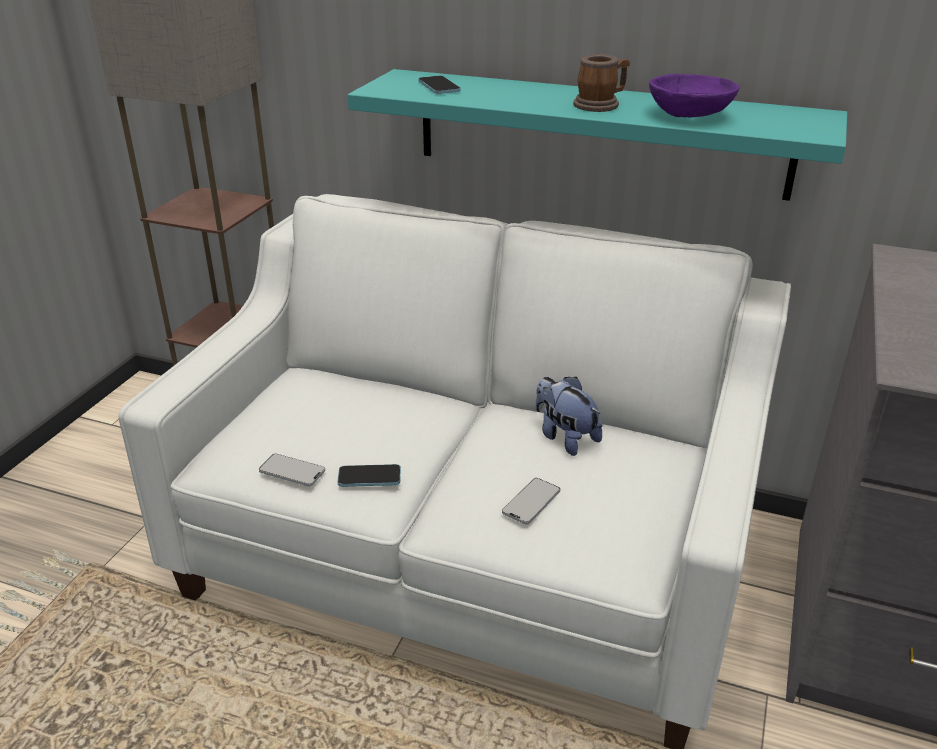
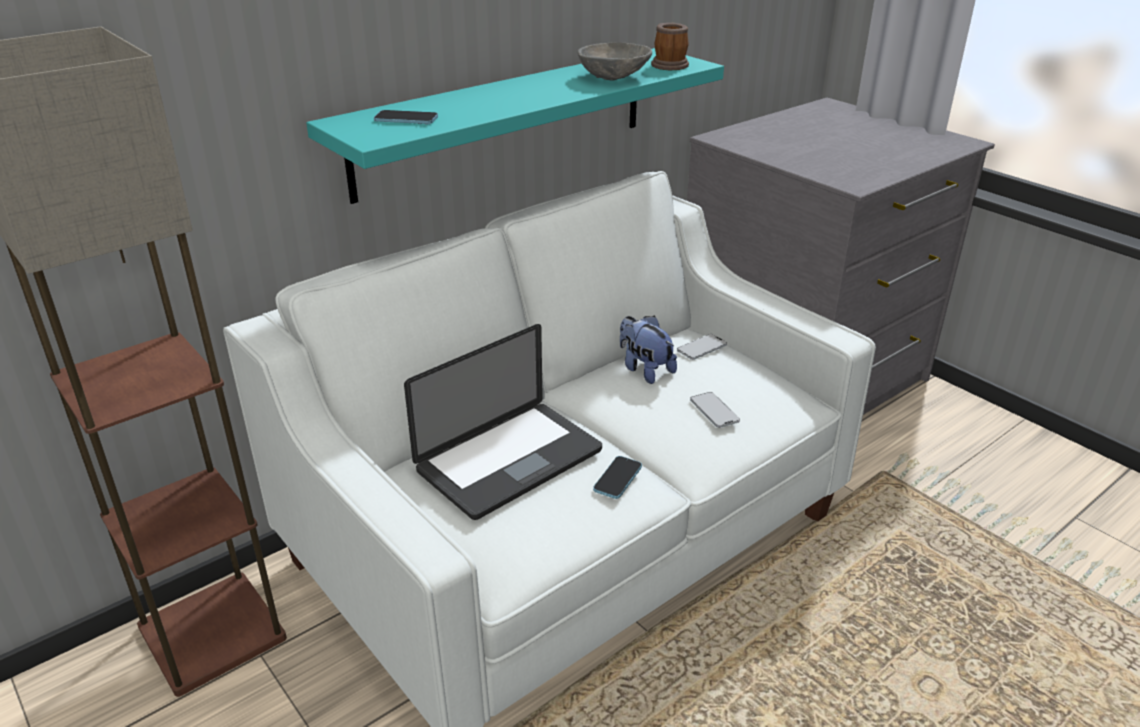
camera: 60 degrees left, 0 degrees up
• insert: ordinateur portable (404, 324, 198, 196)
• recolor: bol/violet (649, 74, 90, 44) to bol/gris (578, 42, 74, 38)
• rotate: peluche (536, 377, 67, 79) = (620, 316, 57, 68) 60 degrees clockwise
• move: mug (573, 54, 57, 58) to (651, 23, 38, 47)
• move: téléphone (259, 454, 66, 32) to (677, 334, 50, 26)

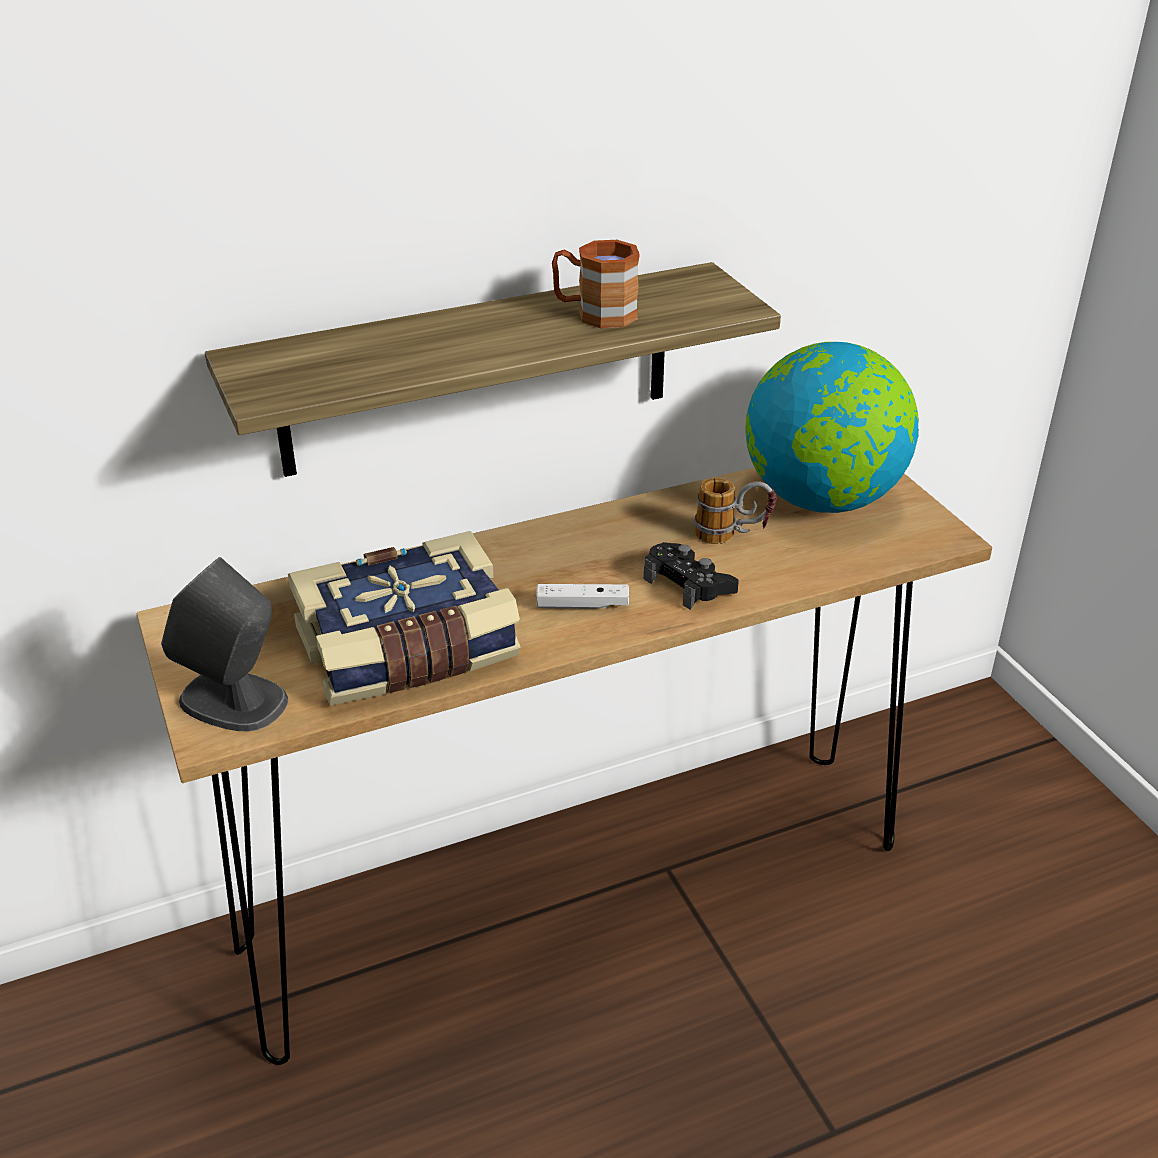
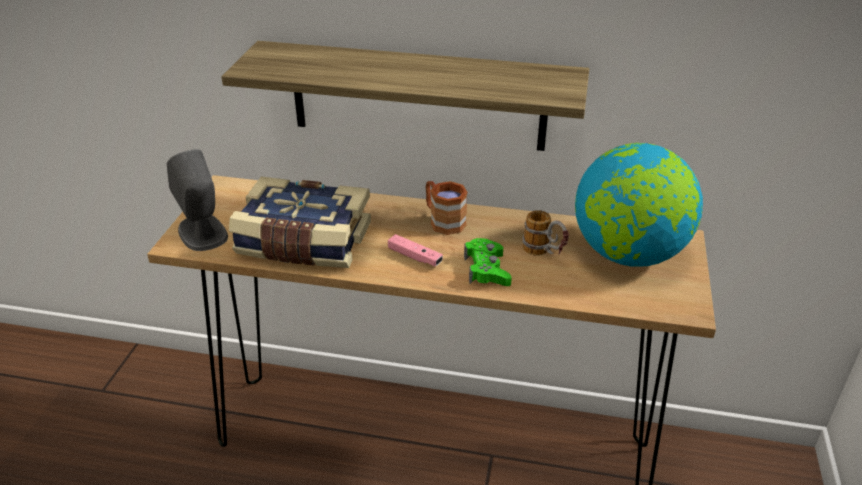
camera: 35 degrees right, 0 degrees up
• recolor: manette/blanc (536, 584, 93, 25) to manette/rose (388, 234, 55, 32)
• move: mug/marron (552, 240, 88, 88) to (426, 181, 41, 54)
• recolor: manette/noir (644, 542, 95, 68) to manette/vert (464, 238, 48, 48)

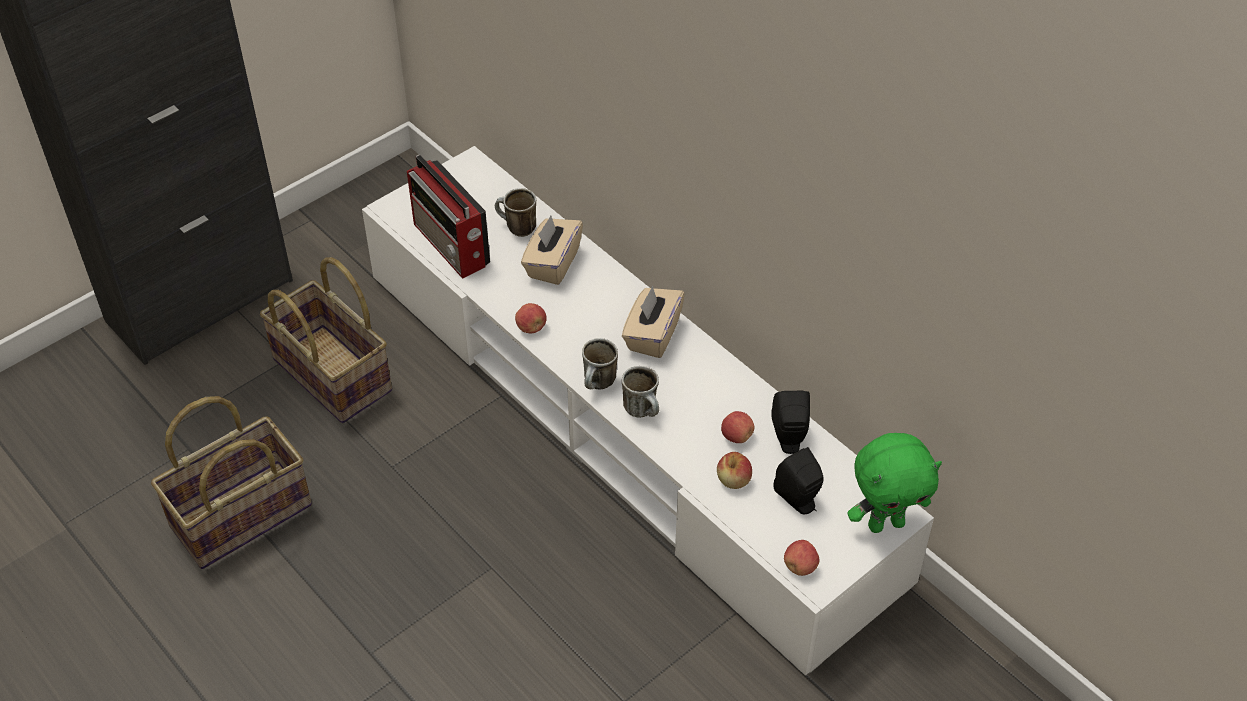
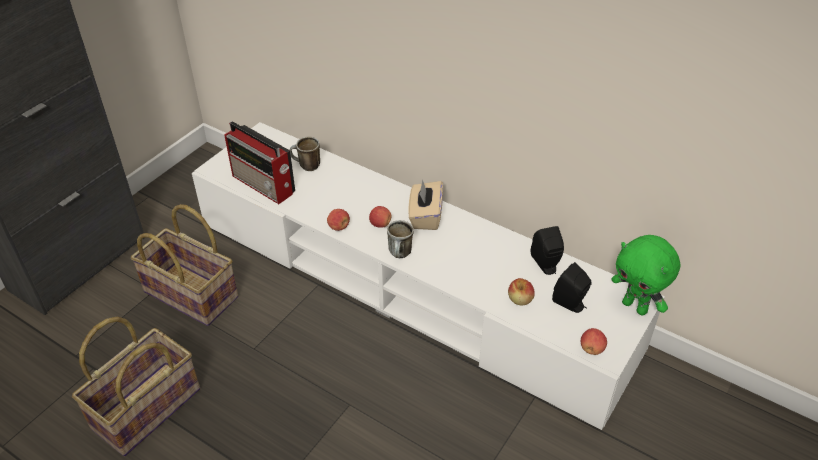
camera: 15 degrees left, 5 degrees down
• move: pomme (721, 411, 33, 32) to (369, 206, 22, 22)
• rotate: peluche/vert (847, 433, 95, 100) = (611, 235, 69, 81) 75 degrees clockwise
• delete: boîte à mouchoirs/beige (521, 215, 62, 70)
• delete: mug (622, 366, 37, 52)

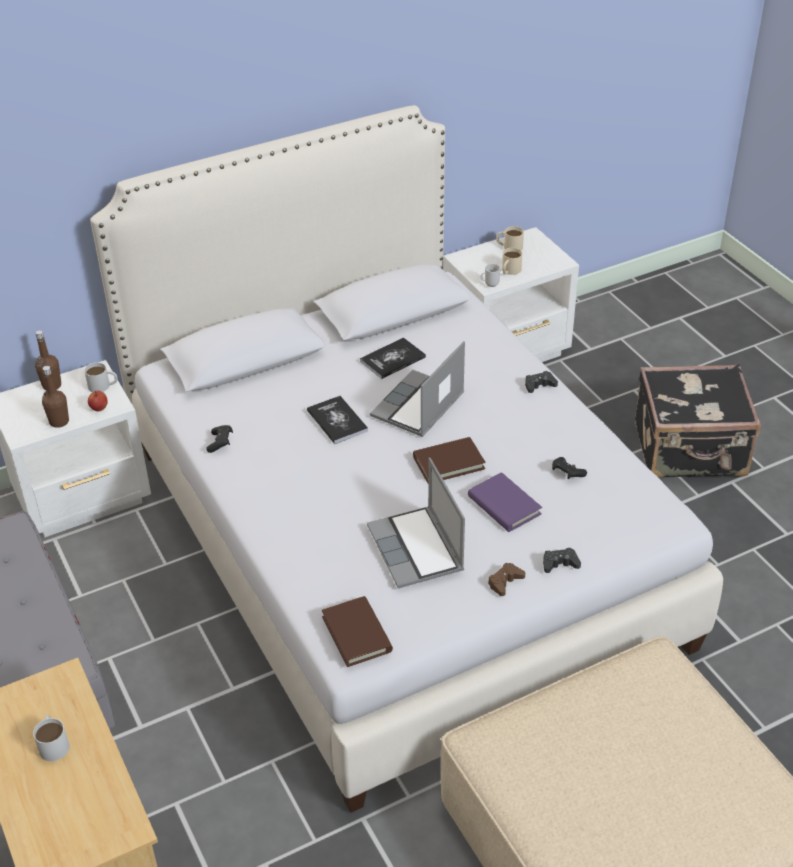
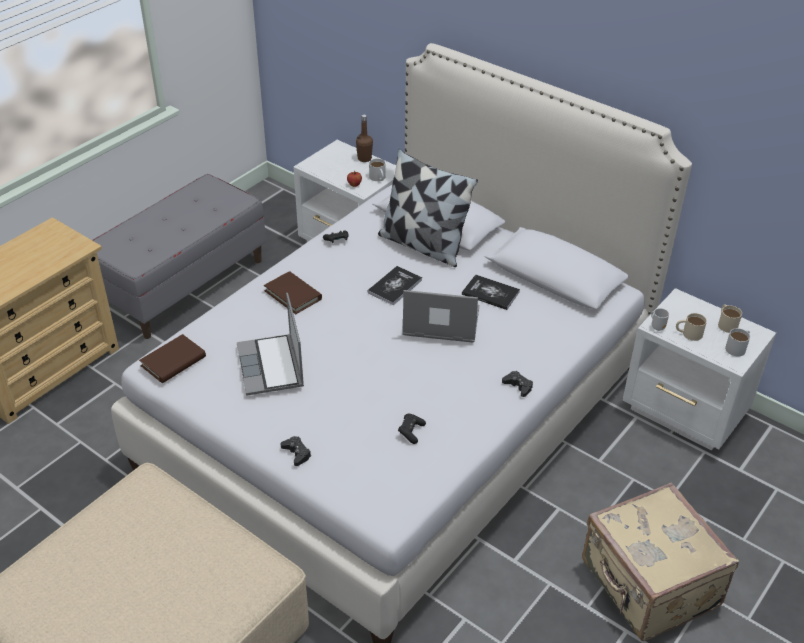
camera: 65 degrees right, 0 degrees up
• rotate: ordinateur portable (367, 457, 98, 131) = (237, 293, 67, 103) 60 degrees counterclockwise
• move: livre/marron (413, 437, 73, 46) to (264, 271, 58, 43)
• insert: coussin (378, 149, 100, 118)
• recolor: valise/noir (635, 364, 126, 114) to valise/beige (582, 482, 157, 159)
• move: mug/blanc (33, 714, 36, 47) to (725, 328, 25, 28)
• delete: bouteille/marron (42, 366, 27, 62)
• delete: livre/violet (468, 472, 74, 60)
• delete: manette/marron (488, 563, 37, 33)

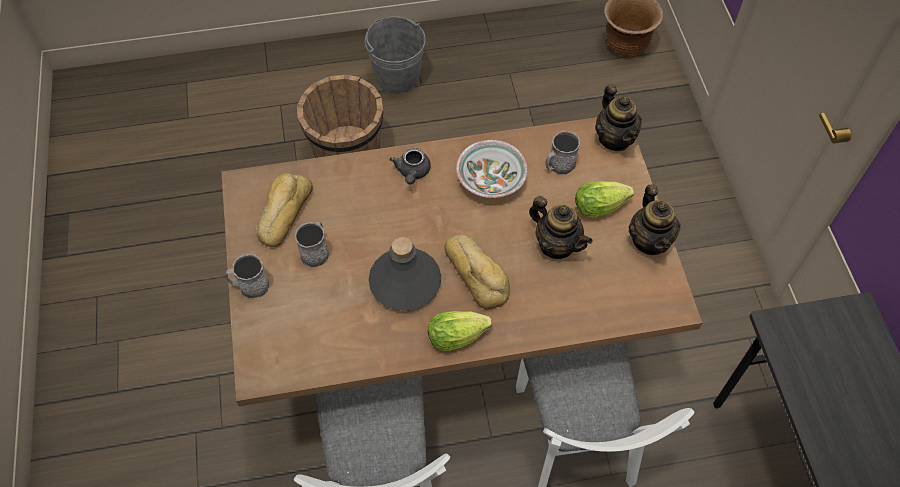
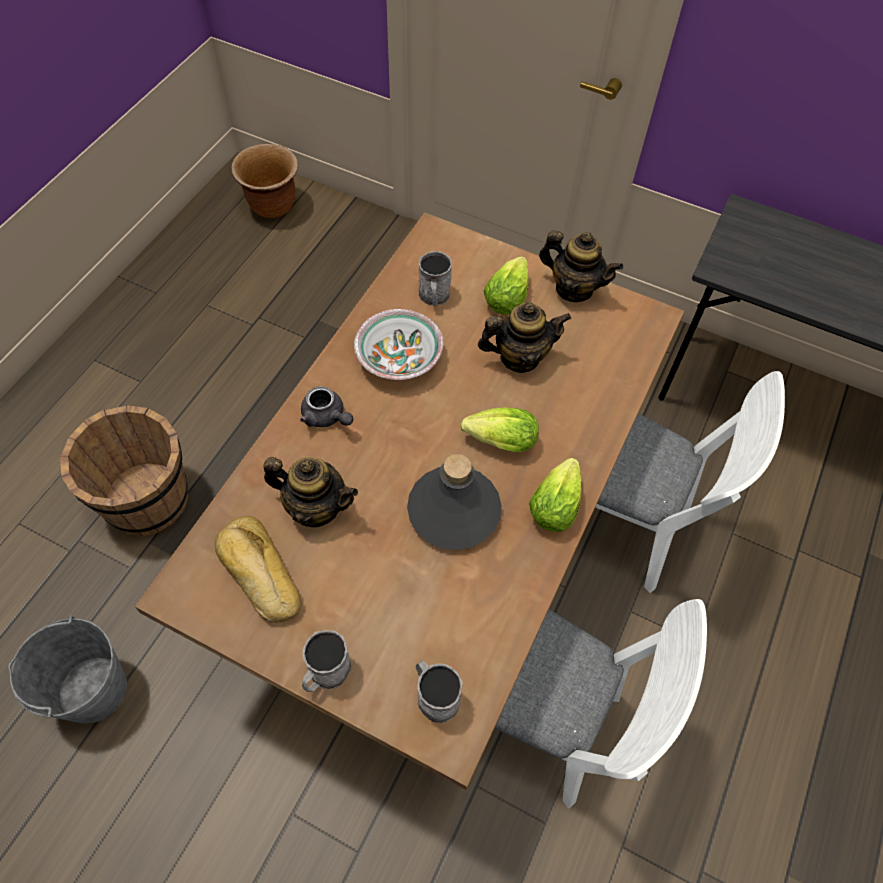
camera: 55 degrees left, 0 degrees up
• move: seau/gris (365, 16, 61, 78) to (8, 616, 119, 108)
• move: théière (595, 84, 47, 67) to (264, 457, 94, 70)
• move: mug/gris (295, 221, 34, 46) to (416, 661, 47, 62)
• replace: pain (444, 234, 66, 75) to laitue (461, 407, 78, 45)

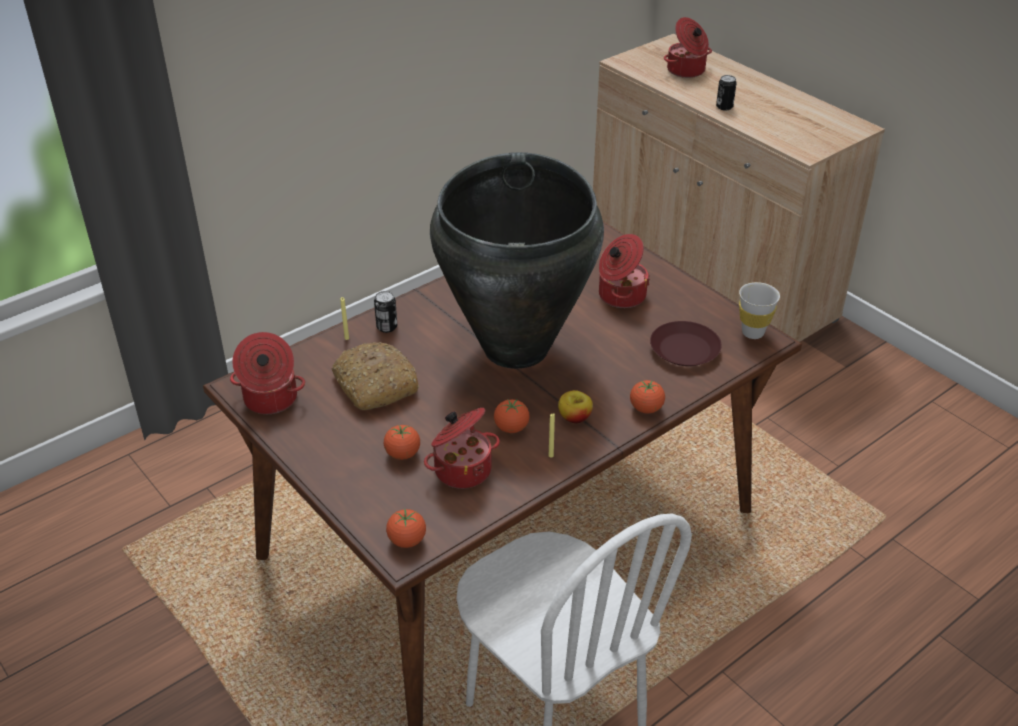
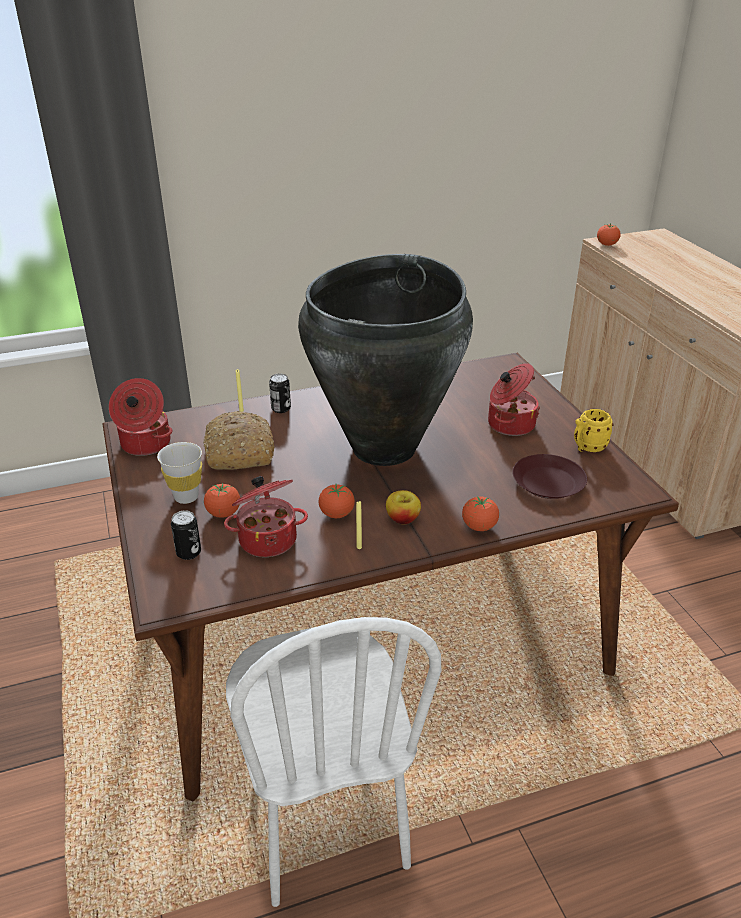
camera: 20 degrees right, 5 degrees down
• move: tasse/blanc (739, 282, 41, 57) to (157, 442, 45, 62)
• move: boîte métallique (716, 75, 21, 36) to (171, 510, 30, 50)
• insert: mug/jaune (574, 409, 39, 43)
• move: tomate (386, 509, 40, 39) to (597, 223, 24, 23)
• delete: marmite (664, 17, 48, 61)

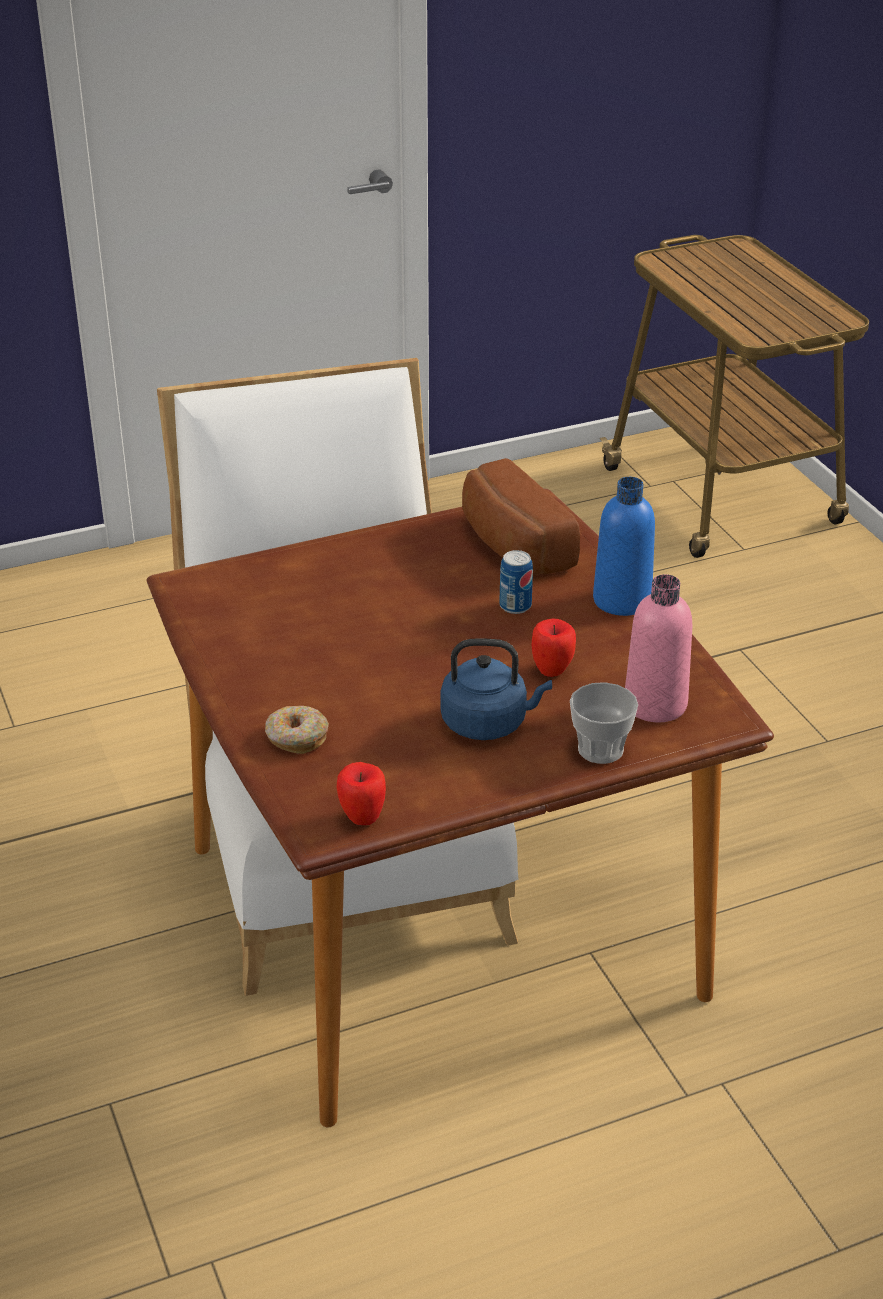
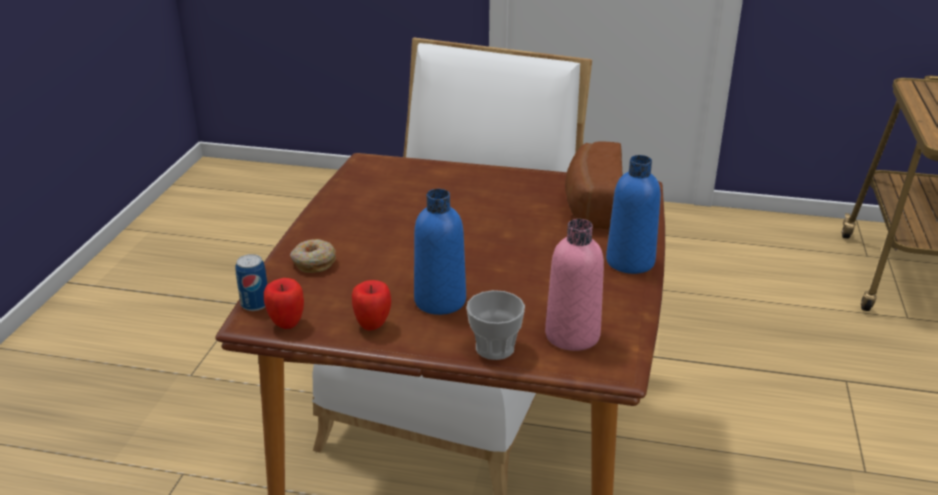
camera: 35 degrees right, 5 degrees down
• move: boîte métallique (500, 550, 33, 64) to (235, 254, 32, 57)
• move: pomme (532, 619, 44, 58) to (352, 280, 39, 51)
• replace: bouilloire/bleu (441, 638, 111, 102) to bouteille/bleu (414, 189, 52, 126)

